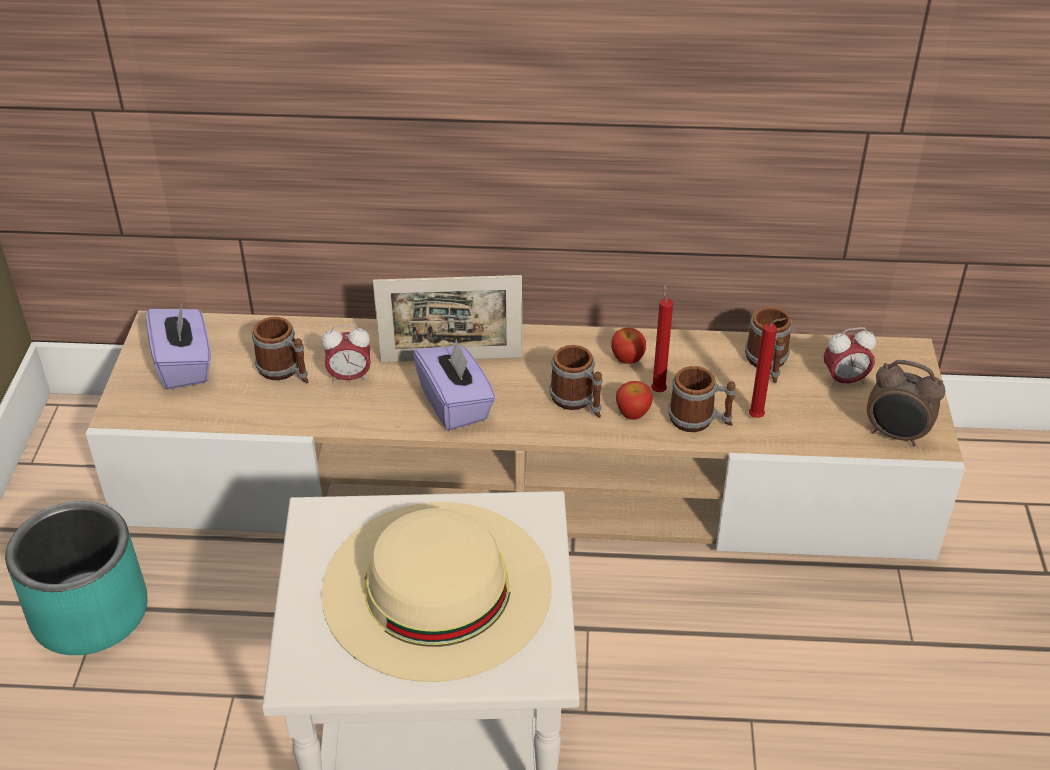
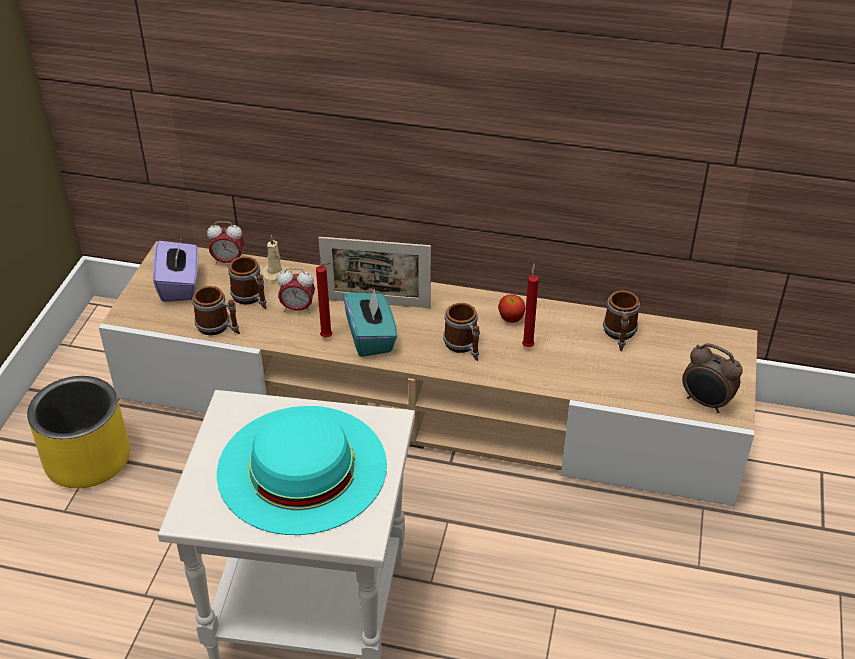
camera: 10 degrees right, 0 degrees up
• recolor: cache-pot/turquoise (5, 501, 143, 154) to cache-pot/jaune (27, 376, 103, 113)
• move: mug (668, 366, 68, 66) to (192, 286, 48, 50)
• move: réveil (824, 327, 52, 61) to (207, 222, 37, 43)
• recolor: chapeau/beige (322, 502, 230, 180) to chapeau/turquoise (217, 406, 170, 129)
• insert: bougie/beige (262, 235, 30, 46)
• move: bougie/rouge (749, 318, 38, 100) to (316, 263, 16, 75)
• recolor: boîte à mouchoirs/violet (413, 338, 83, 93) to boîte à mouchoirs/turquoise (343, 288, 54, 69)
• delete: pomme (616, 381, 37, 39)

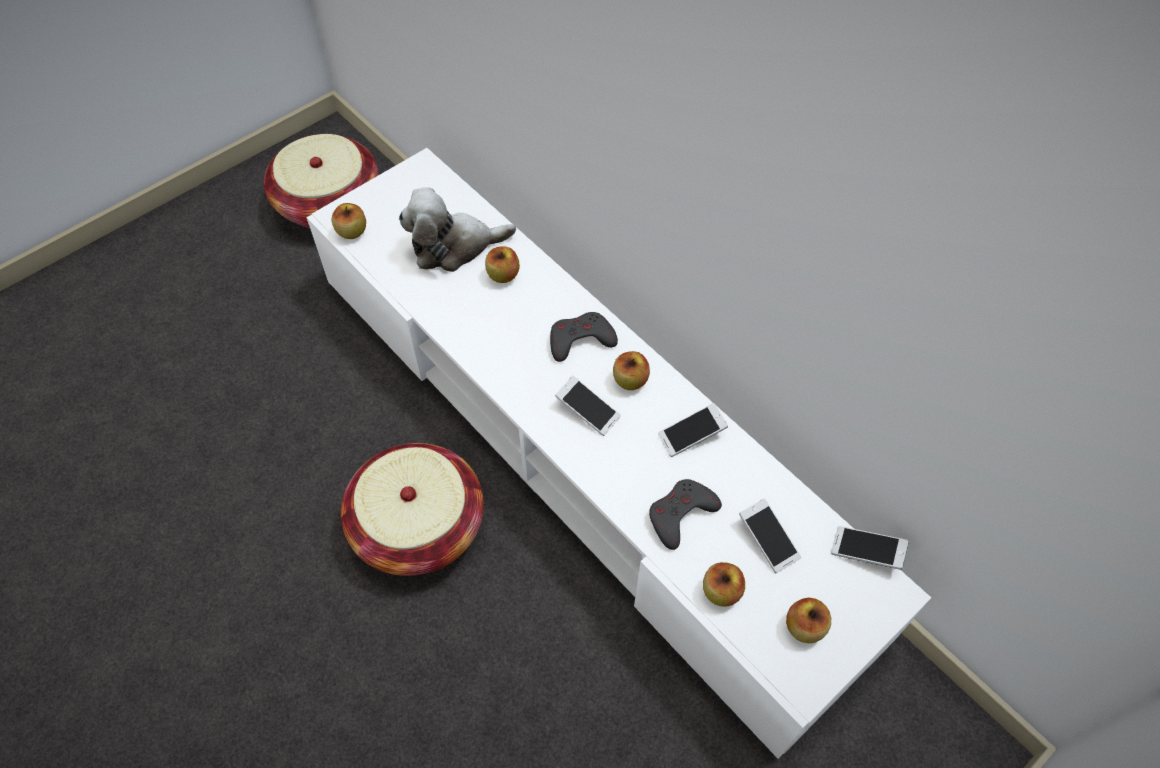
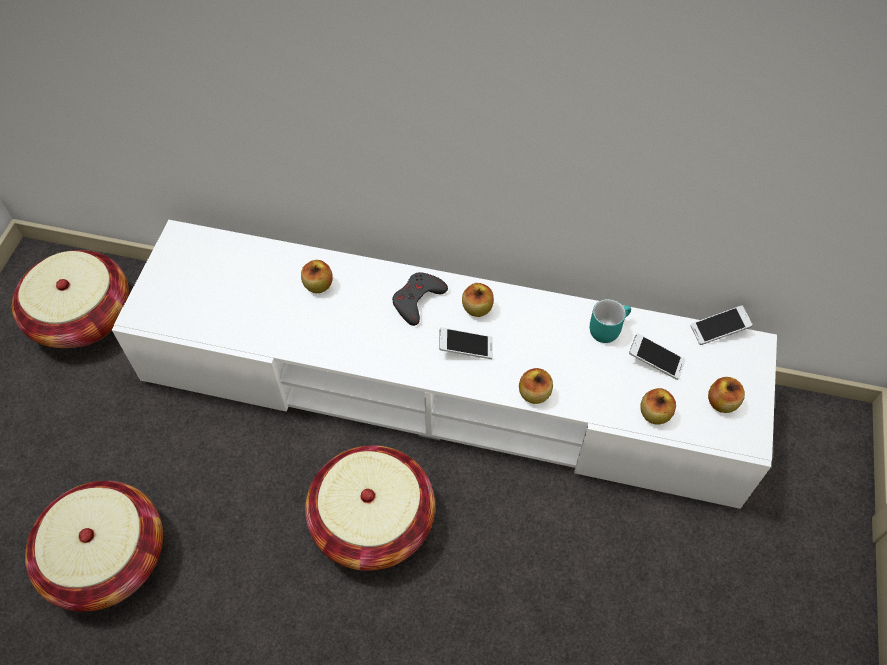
camera: 35 degrees left, 0 degrees up
• insert: panier (25, 481, 138, 131)
• move: pomme (332, 203, 34, 36) to (519, 368, 34, 36)
• insert: mug/turquoise (590, 299, 41, 44)
• delete: peluche (399, 188, 117, 84)
• delete: manette/gris (649, 479, 73, 71)
• delete: téléphone (658, 403, 70, 54)

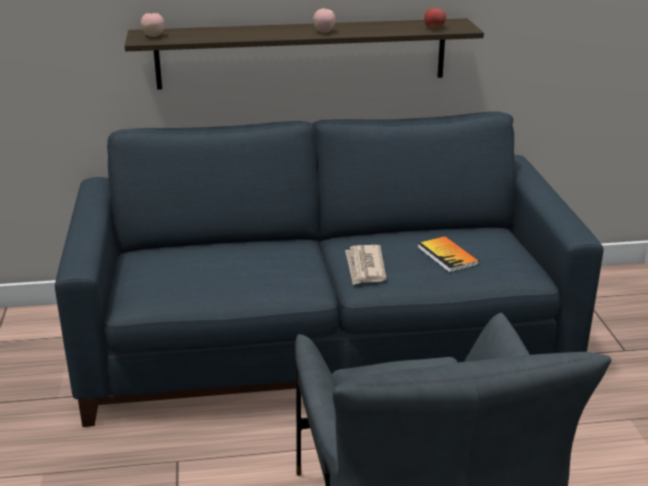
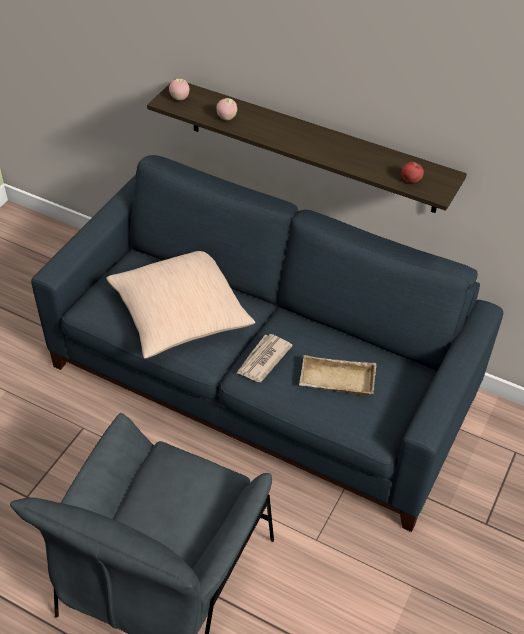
camera: 35 degrees right, 20 degrees up
• insert: coussin/beige (106, 251, 149, 108)
• move: pomme (313, 7, 23, 26) to (216, 98, 21, 23)
• replace: livre (417, 236, 62, 37) to plateau/beige (299, 355, 77, 41)

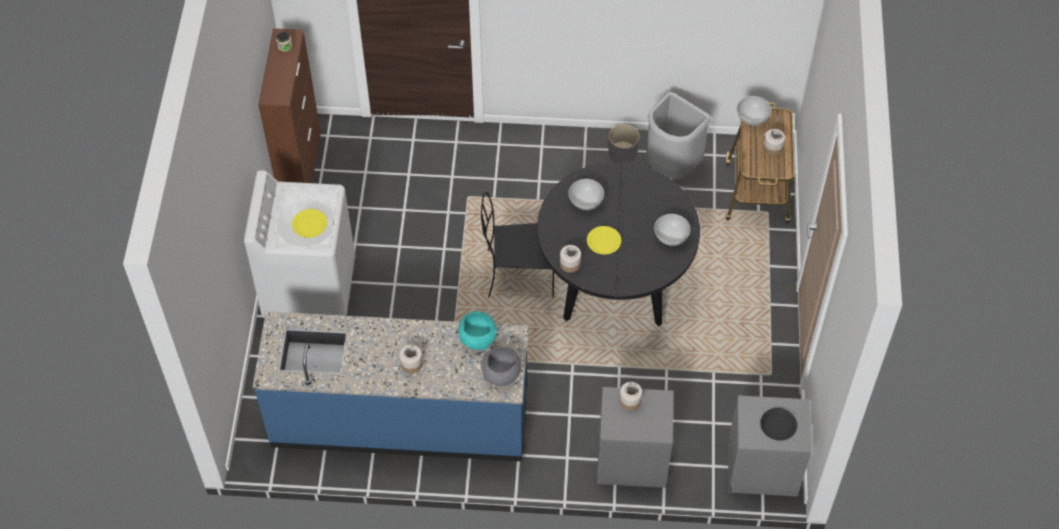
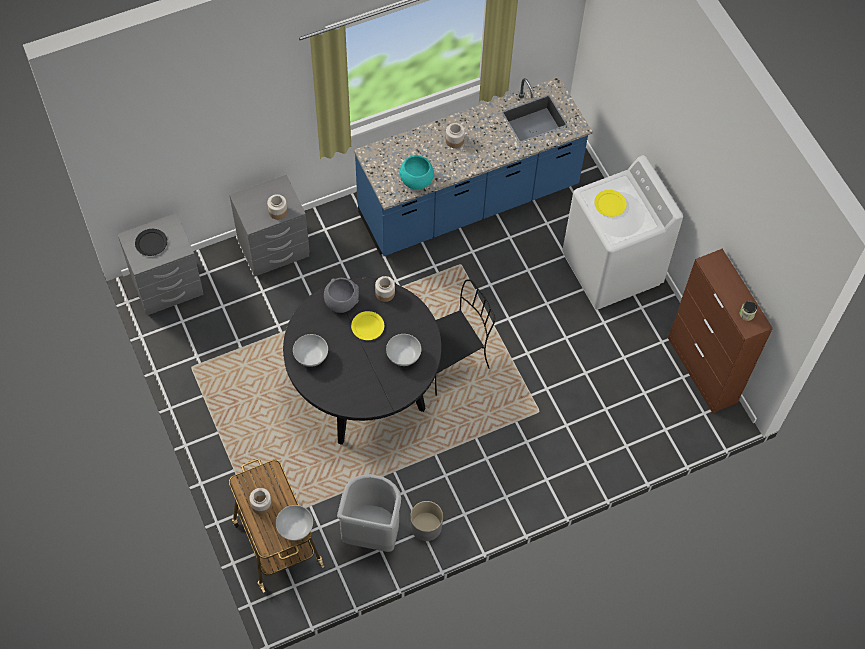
camera: 150 degrees right, 5 degrees up
• move: bol/gris (480, 347, 41, 39) to (324, 278, 35, 35)

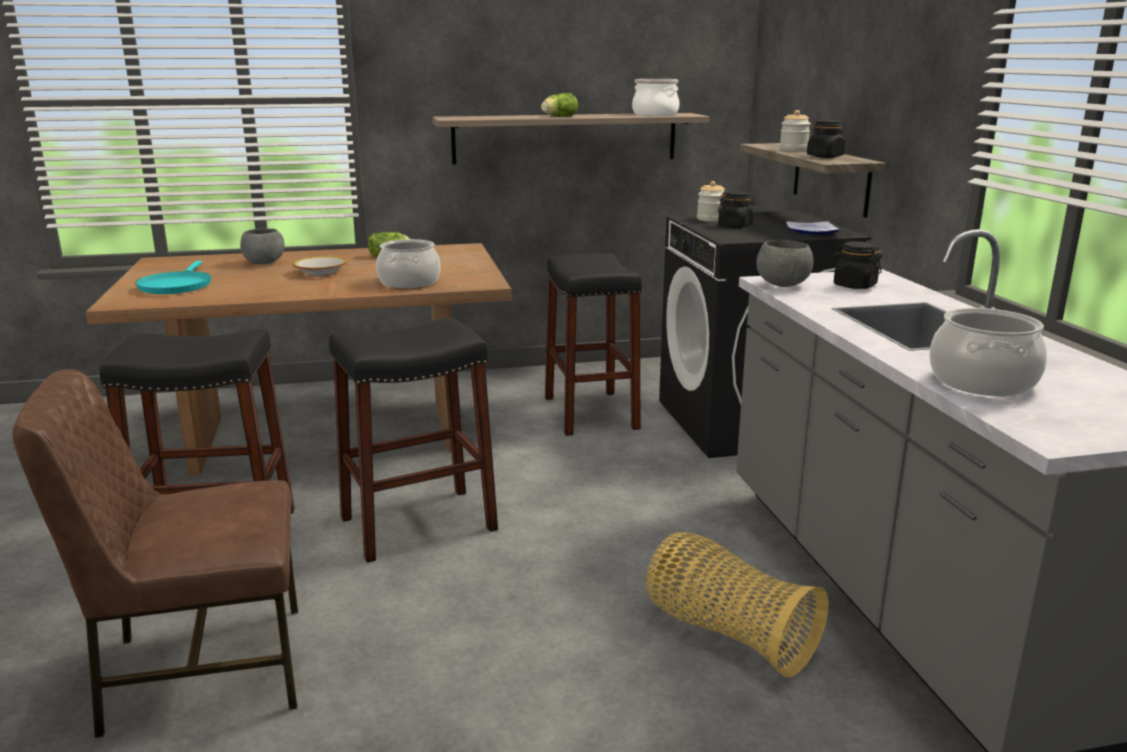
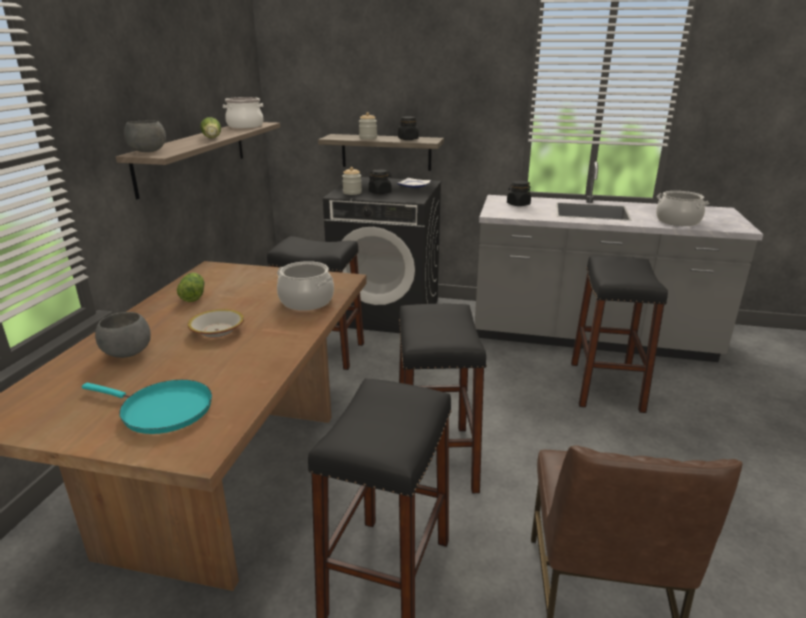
camera: 65 degrees left, 5 degrees up
• move: bol/gris (757, 240, 56, 47) to (124, 120, 42, 32)
• replace: panier (646, 532, 183, 146) to tabouret/noir (571, 256, 97, 157)

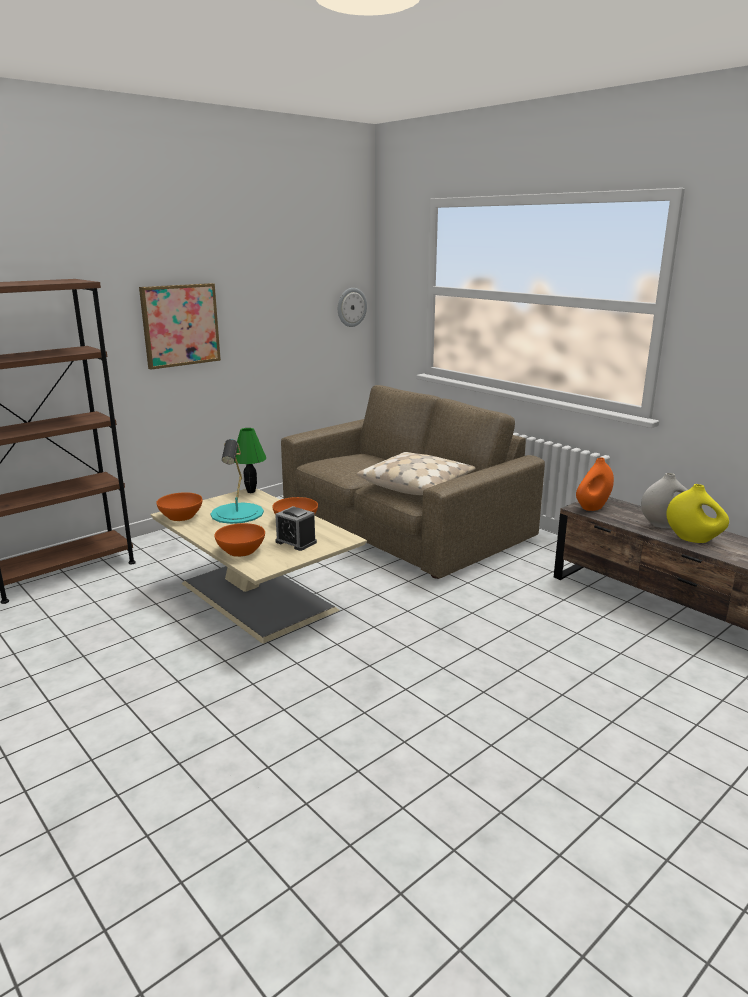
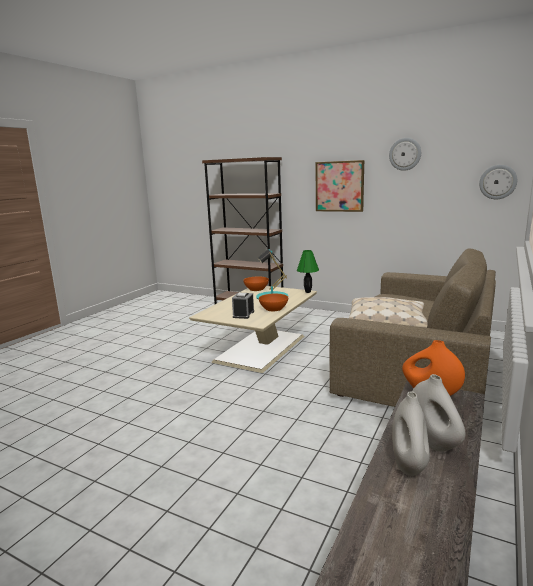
camera: 70 degrees right, 5 degrees down
• insert: horloge murale (389, 138, 32, 33)
• recolor: vase/jaune (666, 484, 63, 59) to vase/blanc (392, 391, 38, 85)
• delete: bol/orange (214, 523, 51, 34)

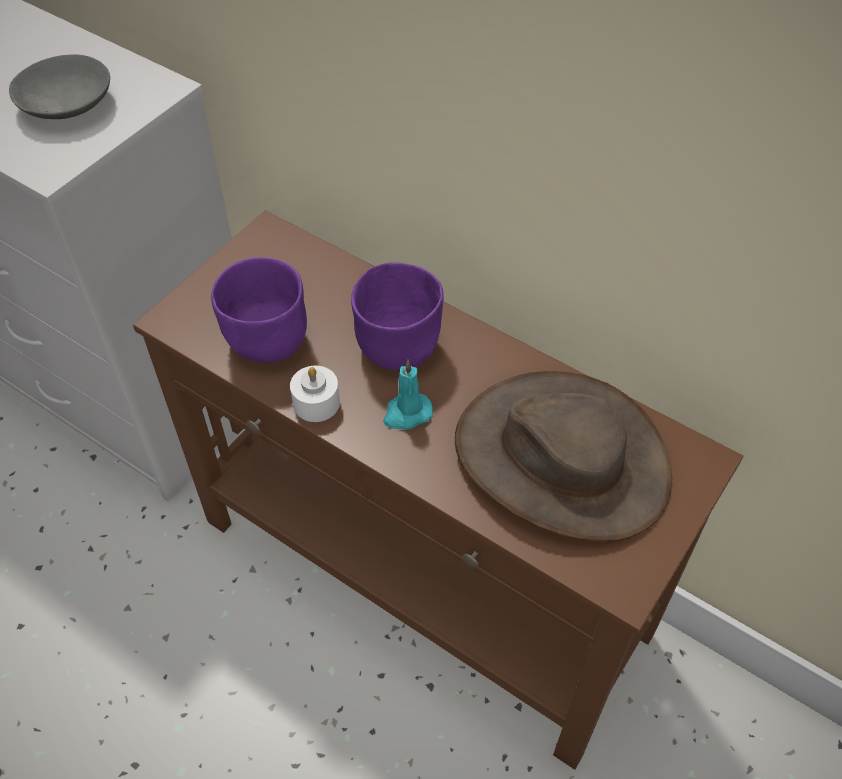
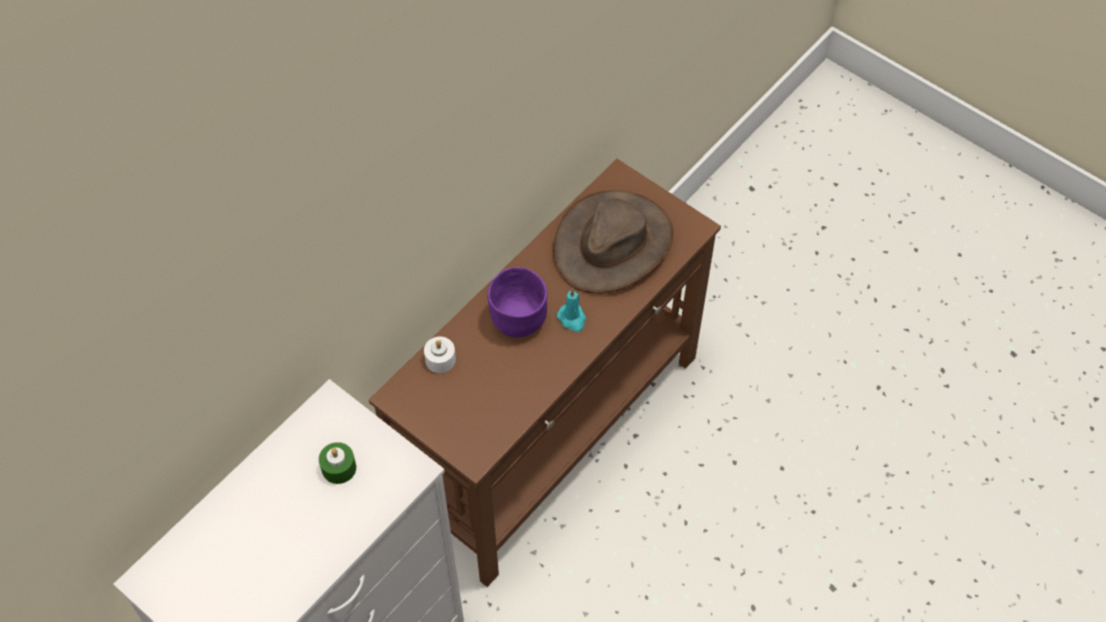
camera: 85 degrees left, 5 degrees up
• replace: bol/gris (9, 55, 101, 64) to bougie/vert (319, 442, 37, 42)
• move: bougie/blanc (290, 366, 50, 56) to (424, 337, 32, 36)
• delete: bol/violet (211, 257, 96, 105)

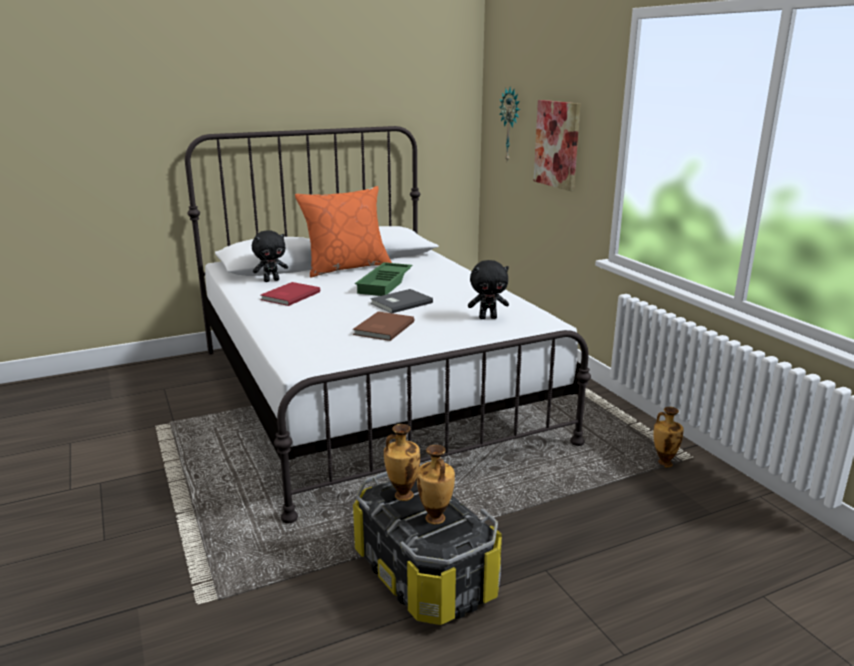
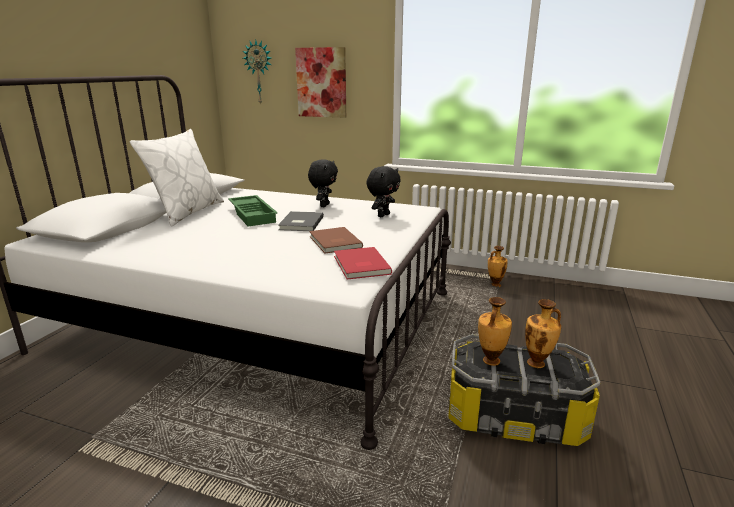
camera: 45 degrees left, 0 degrees up
• recolor: coussin/orange (295, 186, 97, 92) to coussin/blanc (130, 129, 94, 98)
• move: peluche/noir (252, 230, 36, 52) to (308, 159, 30, 48)
• move: livre/rouge (260, 282, 60, 24) to (334, 247, 58, 33)

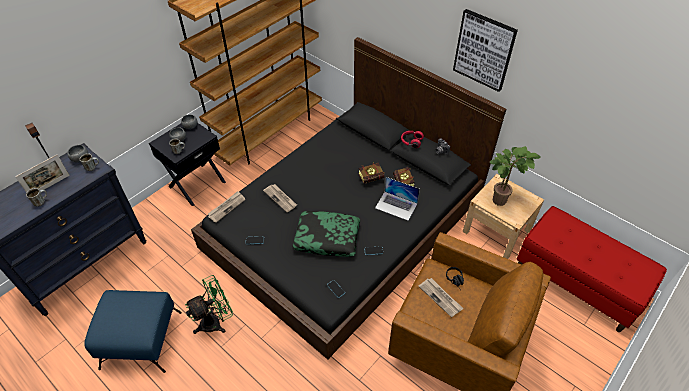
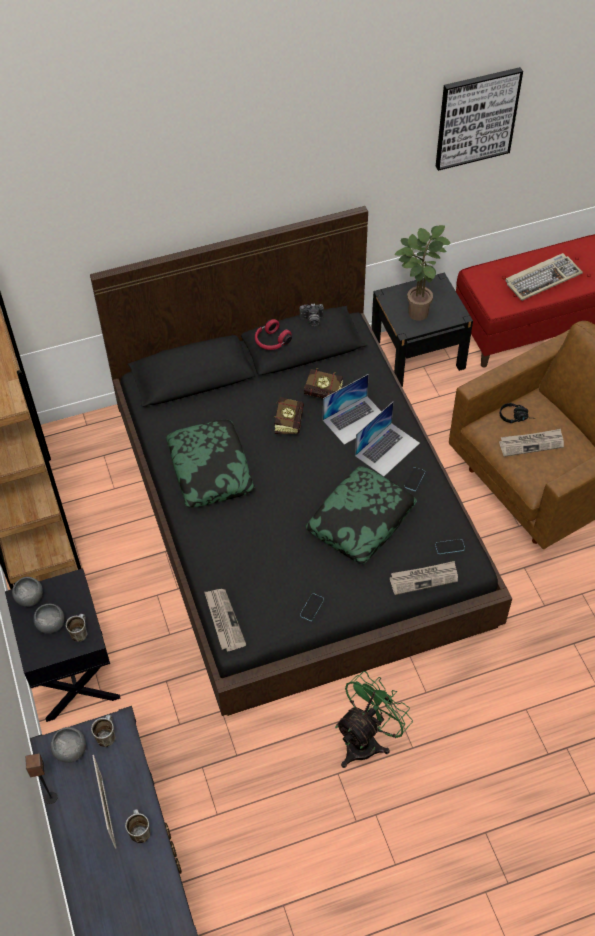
camera: 60 degrees left, 5 degrees up
• insert: coussin (166, 420, 89, 87)
• rotate: ventilateur/vert (185, 275, 48, 59) = (335, 671, 78, 97) 45 degrees clockwise
• insert: ordinateur portable (355, 401, 65, 76)
• recolor: table de chevet/beige (463, 174, 81, 85) to table de chevet/noir (371, 273, 102, 114)
• move: journal (263, 184, 34, 28) to (390, 561, 68, 34)
• move: tableau (453, 9, 65, 83) to (435, 67, 88, 104)
• insert: clavier (506, 253, 77, 48)
• delete: pouf/bleu (84, 290, 98, 83)

